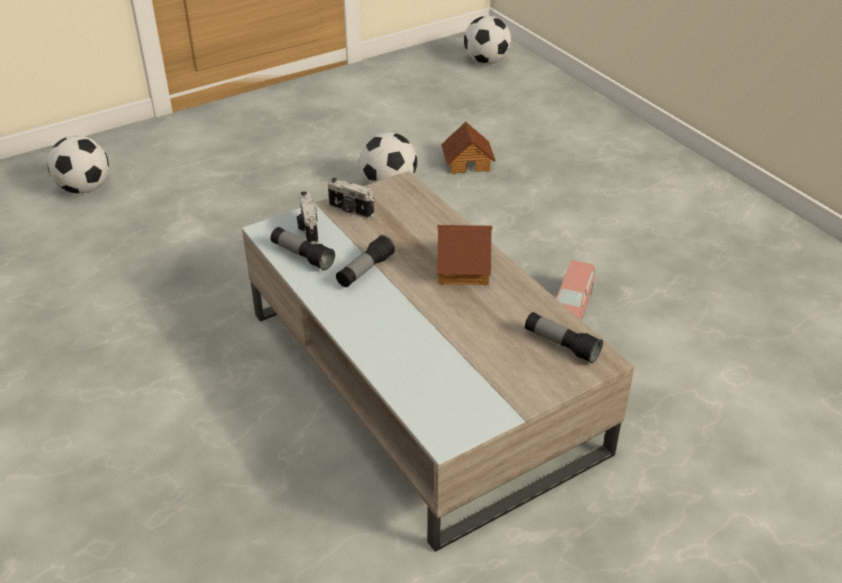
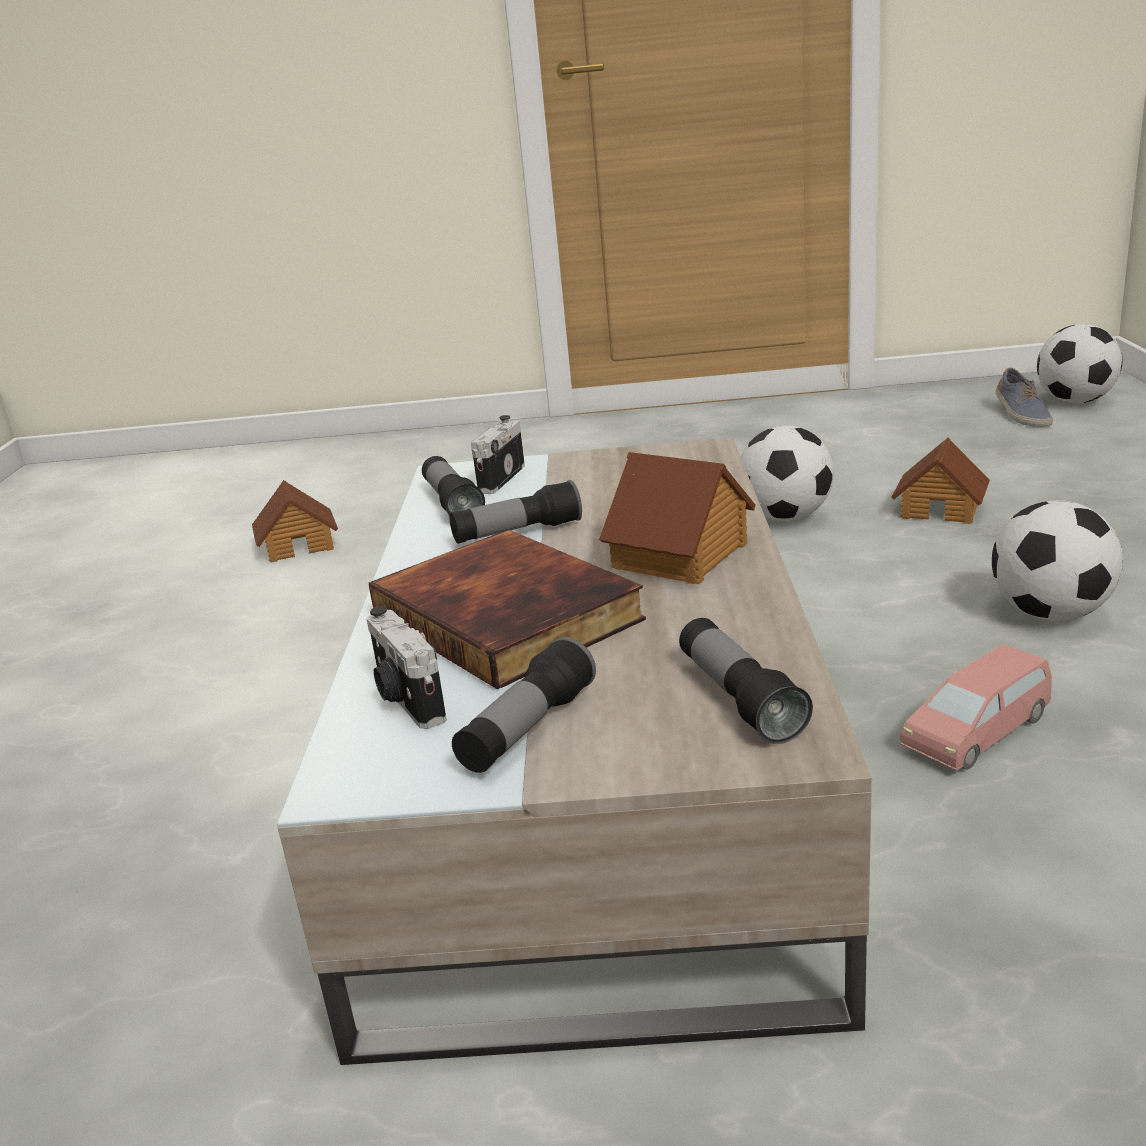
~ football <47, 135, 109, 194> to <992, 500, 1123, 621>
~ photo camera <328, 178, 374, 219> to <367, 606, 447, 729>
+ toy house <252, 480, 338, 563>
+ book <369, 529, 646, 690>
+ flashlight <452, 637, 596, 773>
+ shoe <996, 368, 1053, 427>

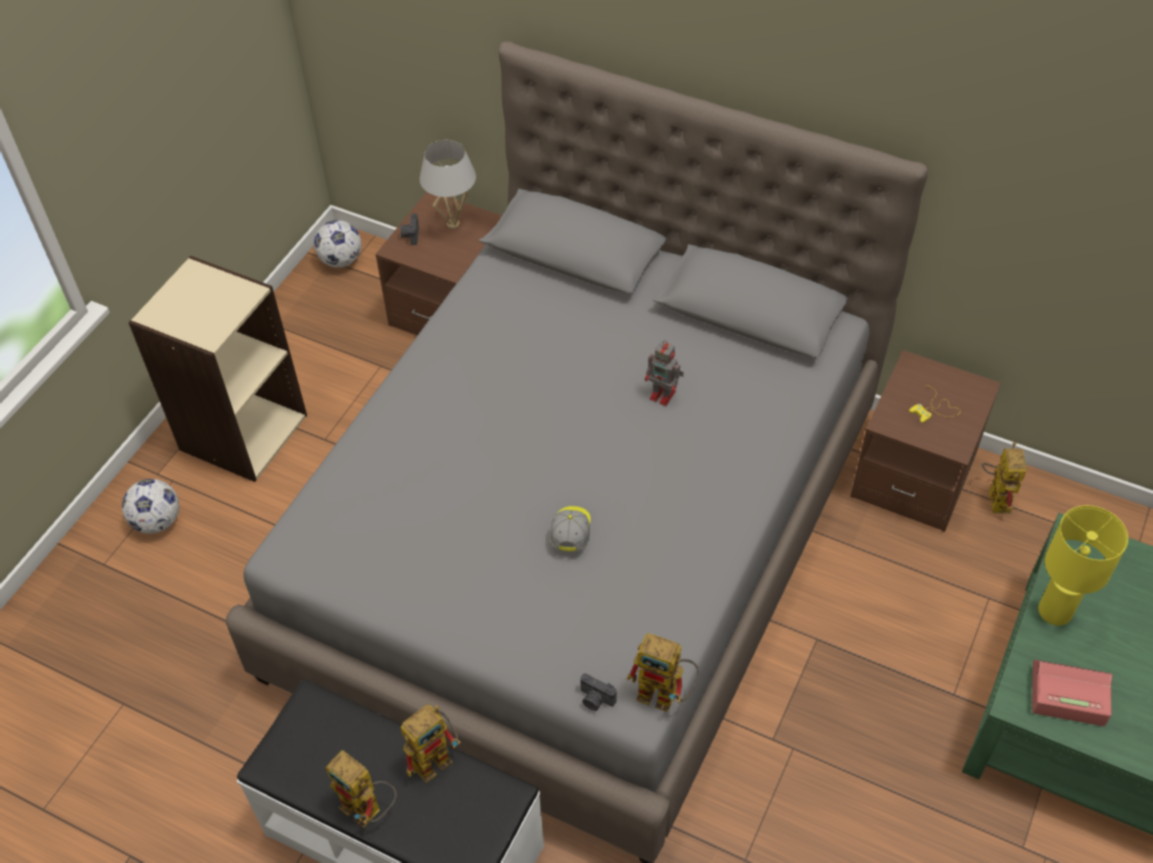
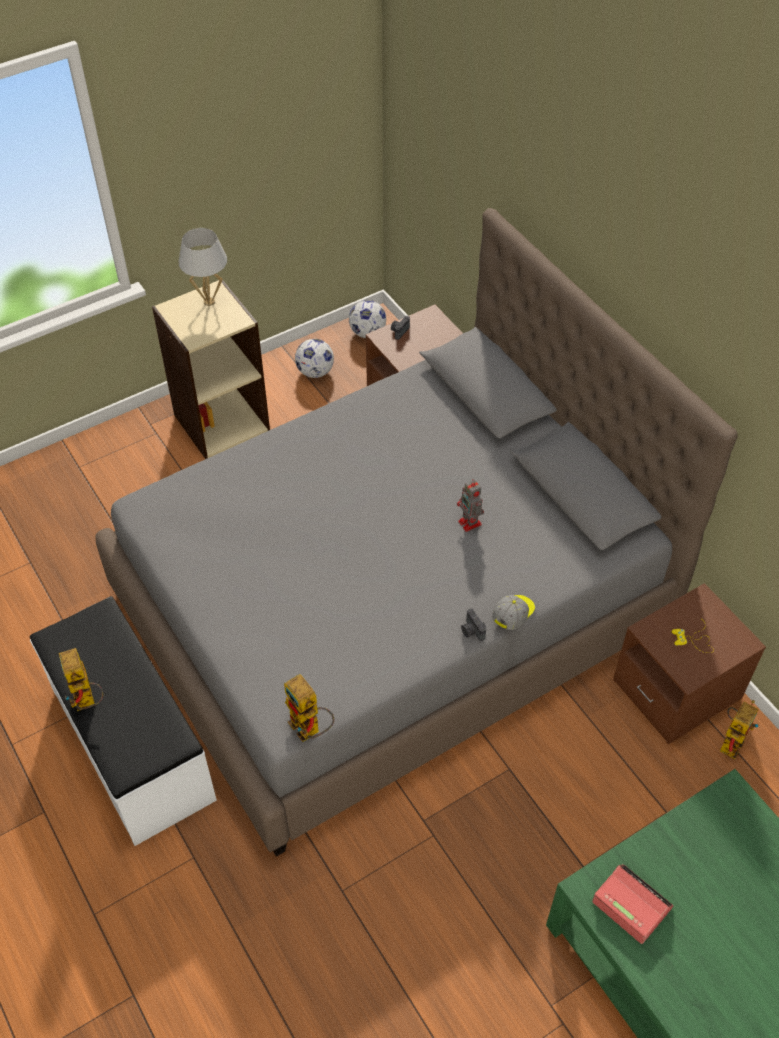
~ football <122, 479, 179, 534> to <295, 339, 334, 378>
- toy robot <400, 705, 461, 783>
~ white table lamp <419, 140, 476, 229> to <178, 228, 227, 306>
~ cap <550, 506, 591, 551> to <492, 595, 535, 630>
~ photo camera <580, 673, 616, 711> to <461, 609, 486, 641>
- yellow table lamp <1038, 505, 1128, 626>

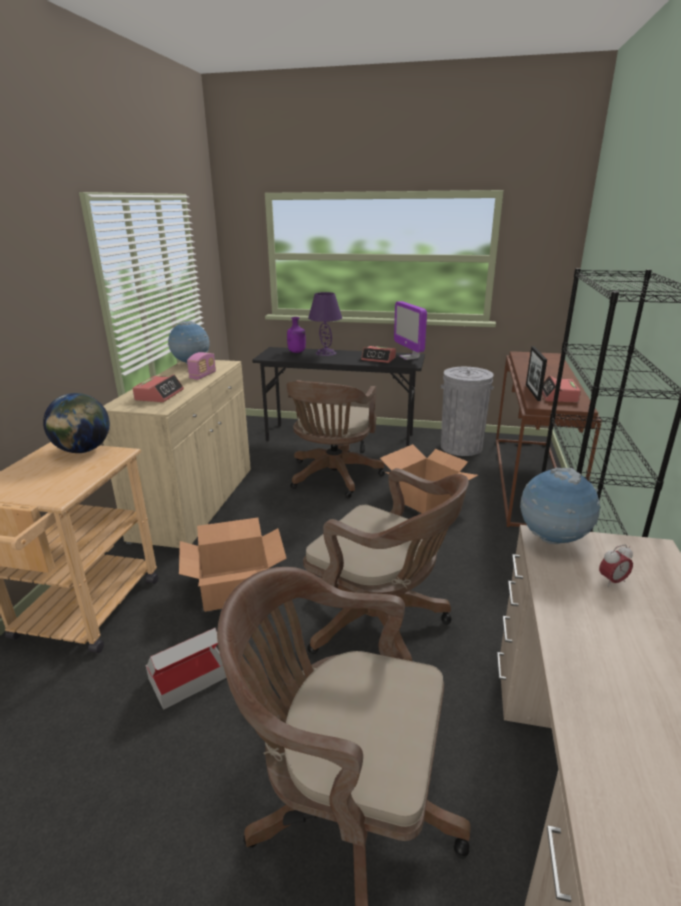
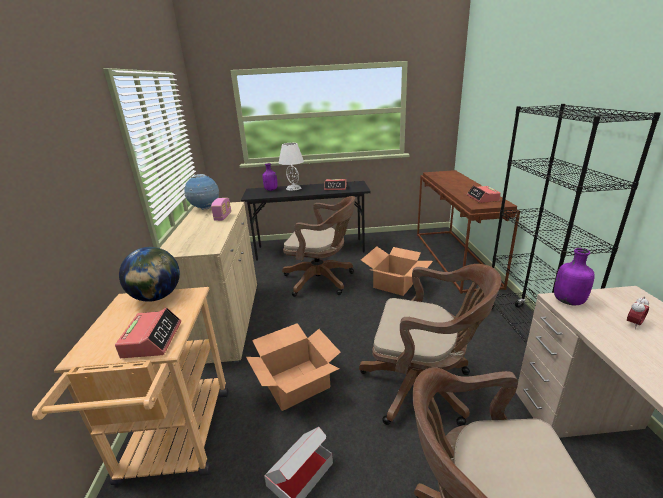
~ alarm clock <132, 374, 184, 402> to <115, 308, 181, 358>
~ brown office chair <286, 380, 385, 498> = <282, 196, 355, 297> 75 degrees counterclockwise
~ purple table lamp <308, 292, 342, 356> to white table lamp <279, 143, 304, 191>
- monitor <394, 301, 427, 360>
- grey trash can <441, 367, 494, 456>
~ globe <520, 468, 600, 544> to purple bottle <554, 248, 595, 305>
- picture frame <526, 346, 547, 401>

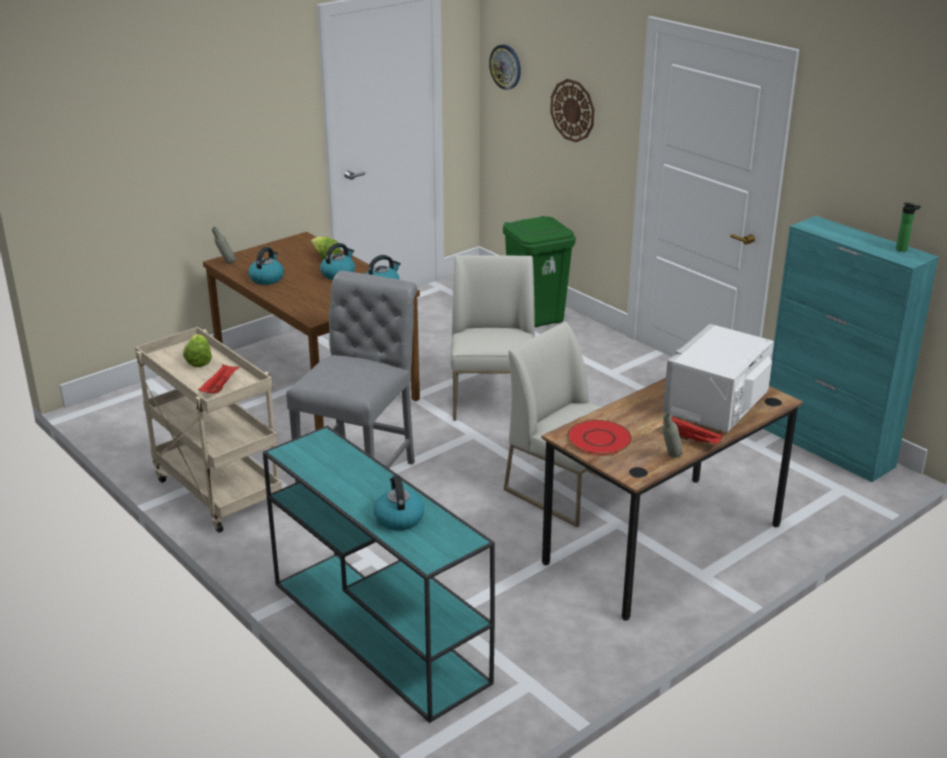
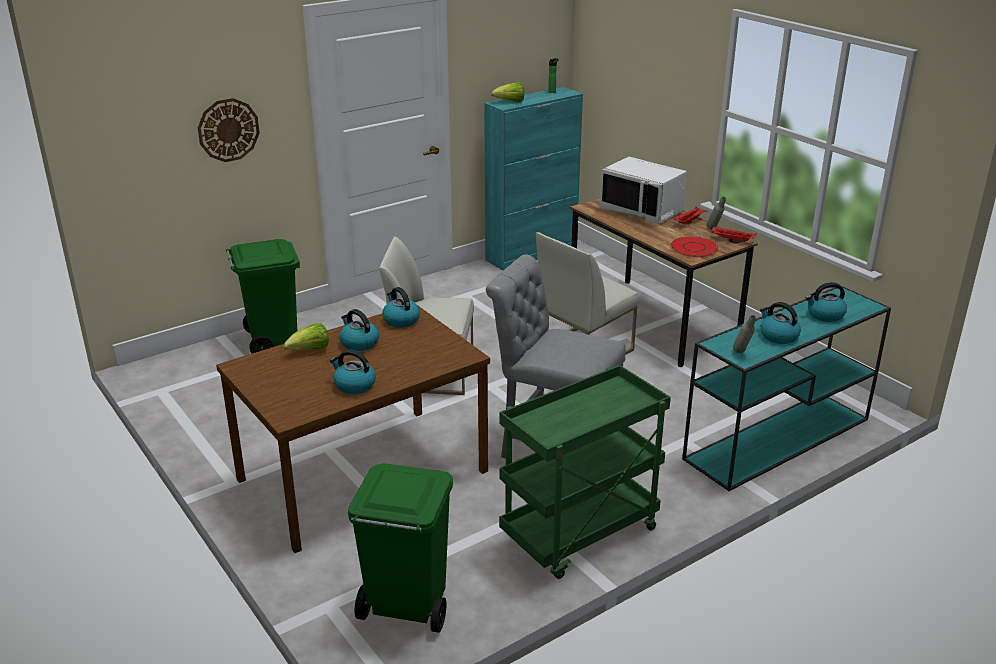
~ beige cart <135, 327, 282, 533> to green cart <499, 365, 671, 579>
~ lettuce <183, 334, 212, 367> to <491, 82, 524, 102>
~ red tray <198, 364, 240, 394> to <711, 226, 756, 242>
~ grey bottle <212, 227, 236, 264> to <733, 315, 756, 353>
- wall clock <489, 44, 521, 90>
+ green trash can <348, 463, 453, 633>
+ kettle <760, 302, 801, 344>

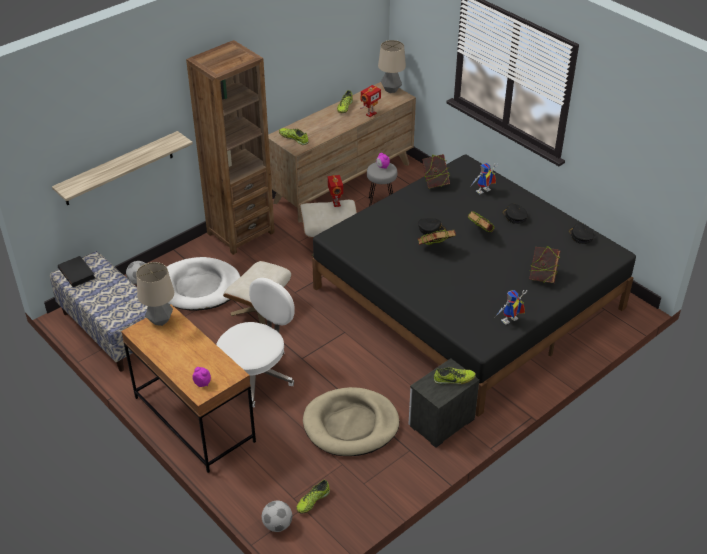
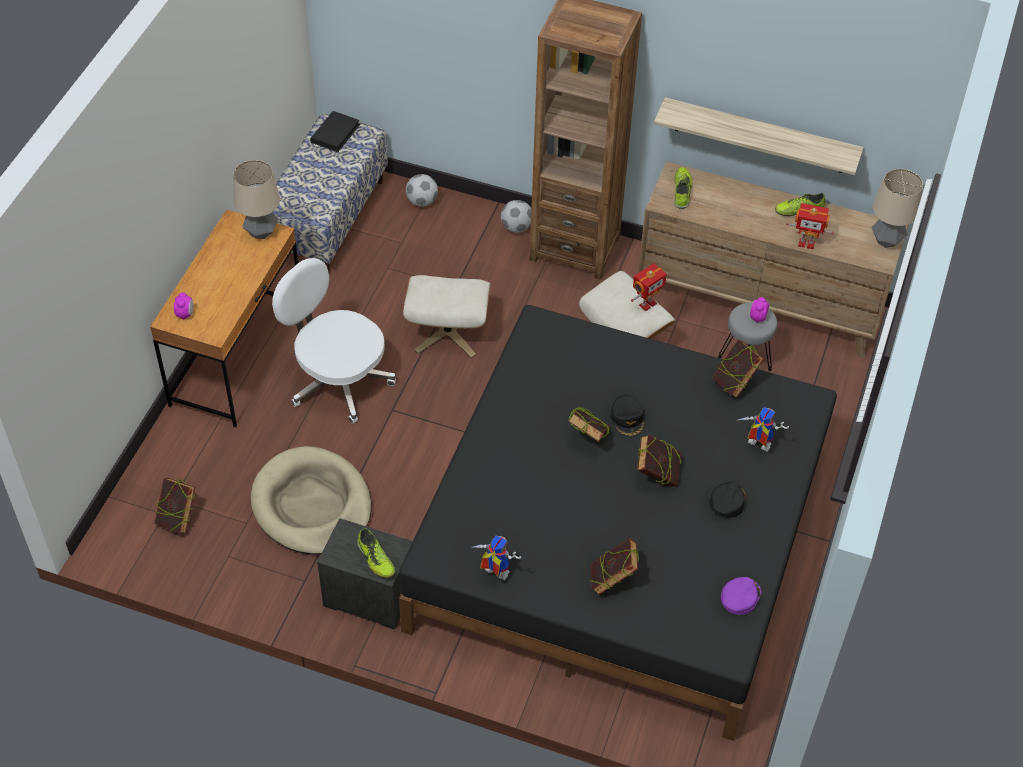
~ shelf <52, 131, 193, 205> to <654, 97, 864, 175>
- white dog bed <167, 257, 240, 311>
~ white office chair <216, 278, 294, 407> = <272, 258, 396, 424> 150 degrees counterclockwise
~ football <262, 500, 292, 532> to <501, 200, 531, 233>
~ shoe <296, 480, 330, 514> to book <154, 478, 195, 533>
~ black cap <568, 223, 594, 244> to purple cap <721, 577, 761, 615>

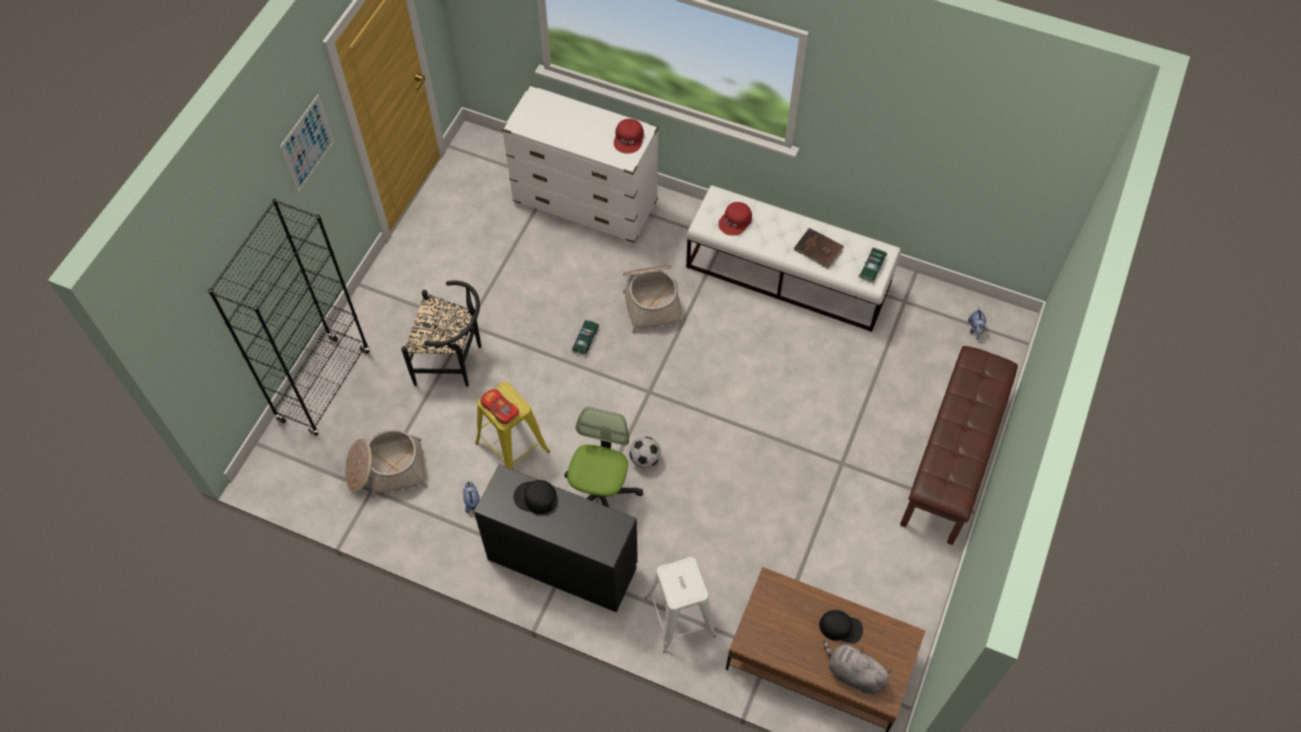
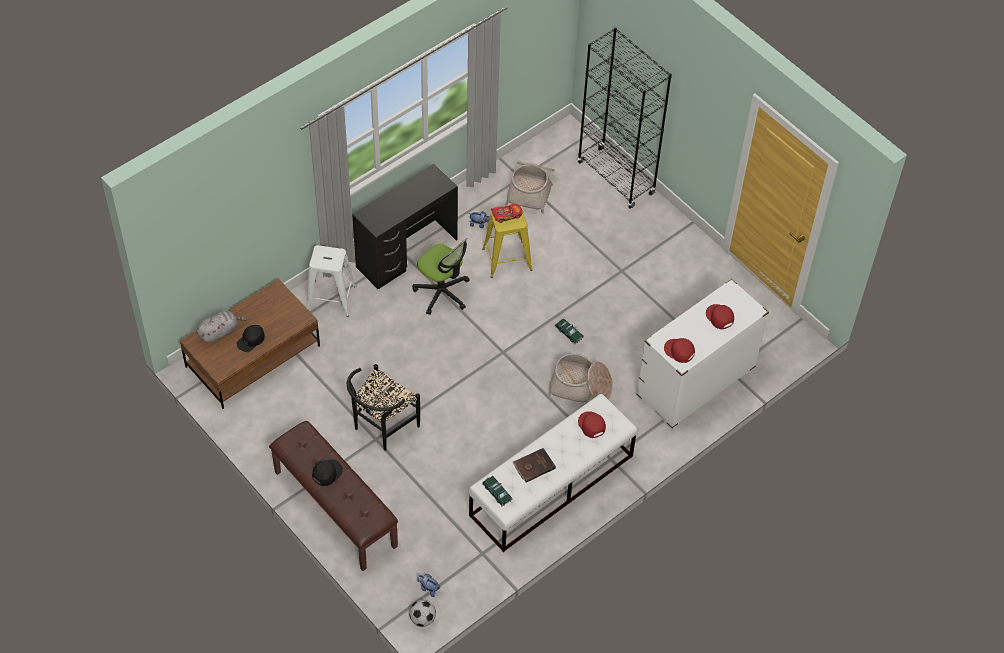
- picture <280, 95, 334, 193>
~ black chair <401, 281, 482, 387> to <347, 364, 420, 451>
~ black cap <514, 480, 557, 514> to <312, 460, 343, 486>
~ football <629, 437, 661, 468> to <409, 600, 436, 627>
+ red cap <706, 304, 734, 329>

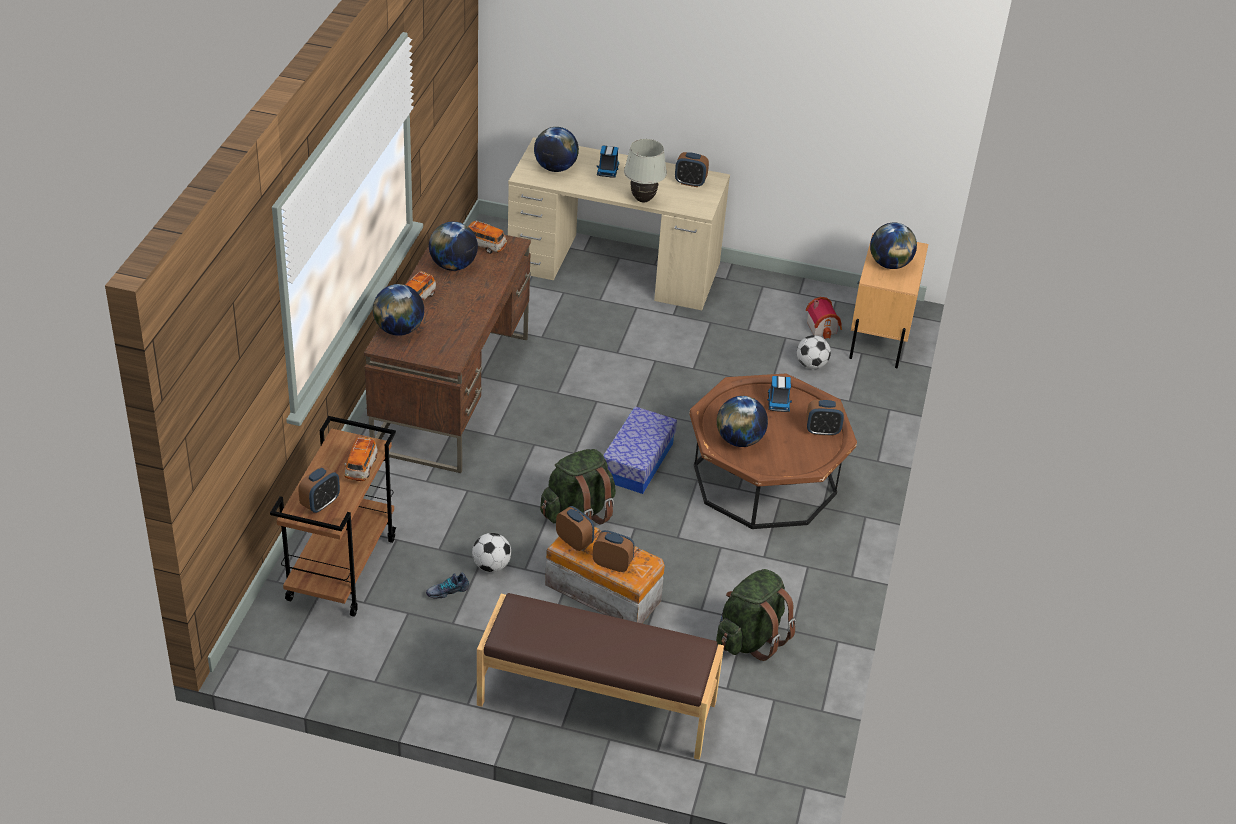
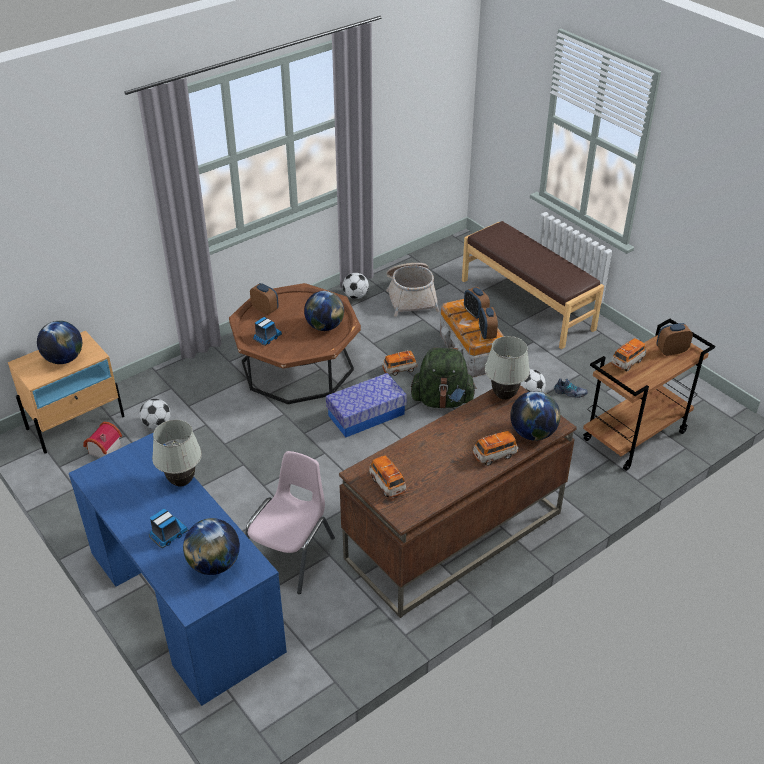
- globe <429, 222, 478, 271>
~ beige desk <508, 137, 730, 310> to blue desk <69, 432, 287, 706>
- alarm clock <675, 152, 709, 187>
~ green backpack <716, 569, 796, 661> to basket <386, 263, 439, 317>
+ pink chair <245, 451, 335, 594>
+ football <343, 273, 369, 299>
+ toy car <382, 350, 418, 376>
+ white table lamp <485, 336, 530, 400>

